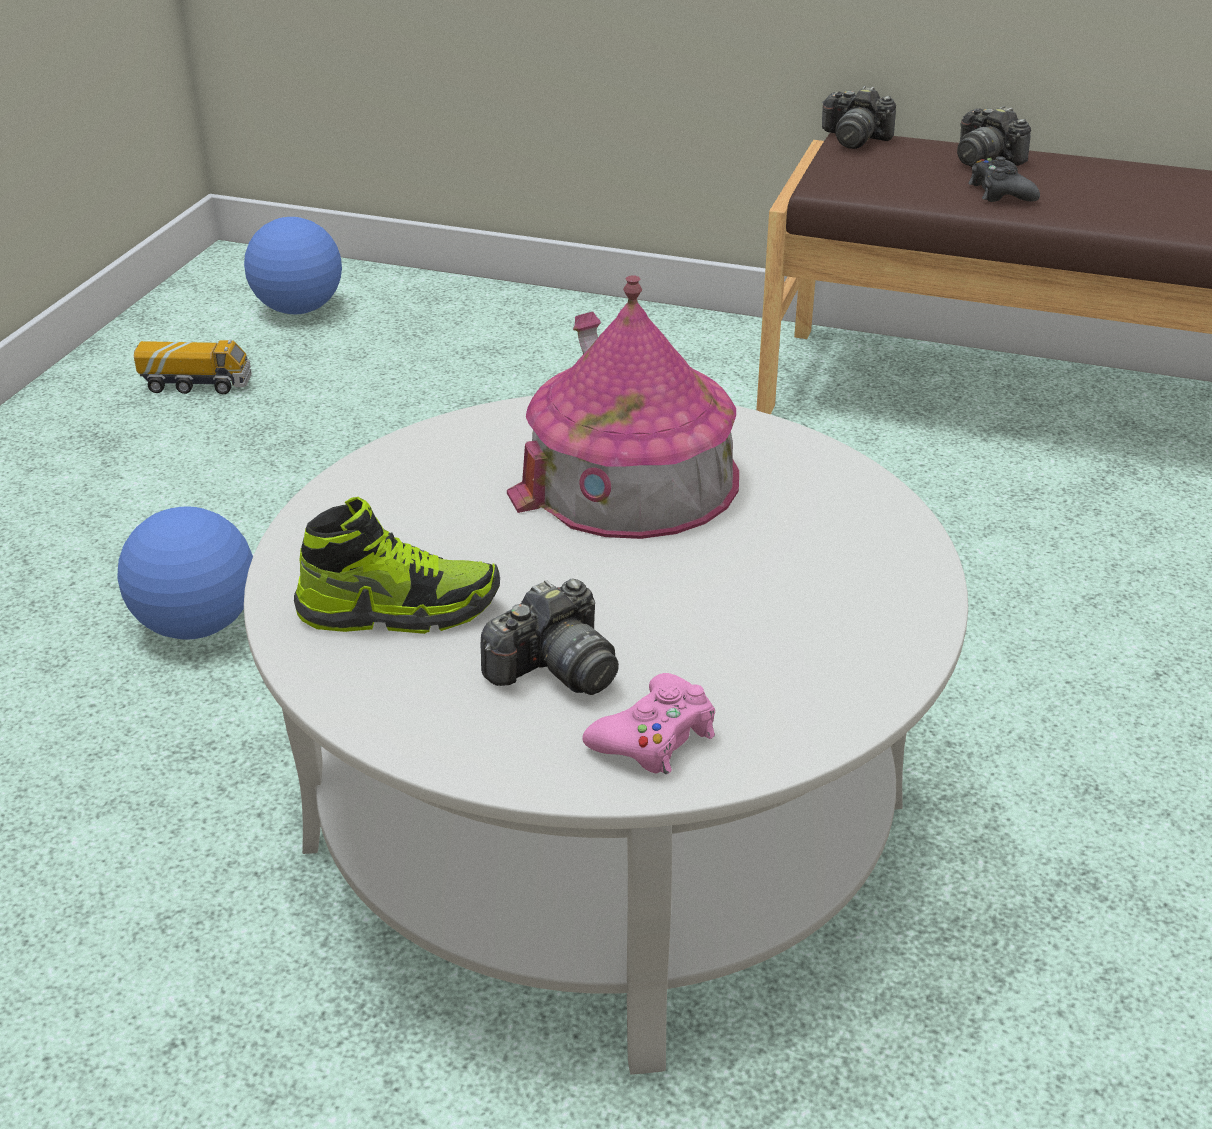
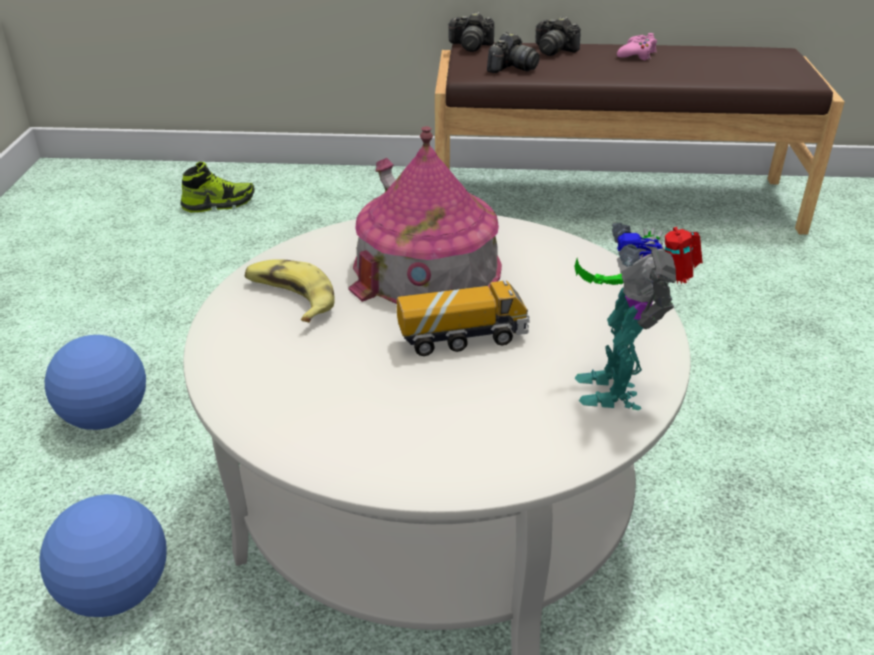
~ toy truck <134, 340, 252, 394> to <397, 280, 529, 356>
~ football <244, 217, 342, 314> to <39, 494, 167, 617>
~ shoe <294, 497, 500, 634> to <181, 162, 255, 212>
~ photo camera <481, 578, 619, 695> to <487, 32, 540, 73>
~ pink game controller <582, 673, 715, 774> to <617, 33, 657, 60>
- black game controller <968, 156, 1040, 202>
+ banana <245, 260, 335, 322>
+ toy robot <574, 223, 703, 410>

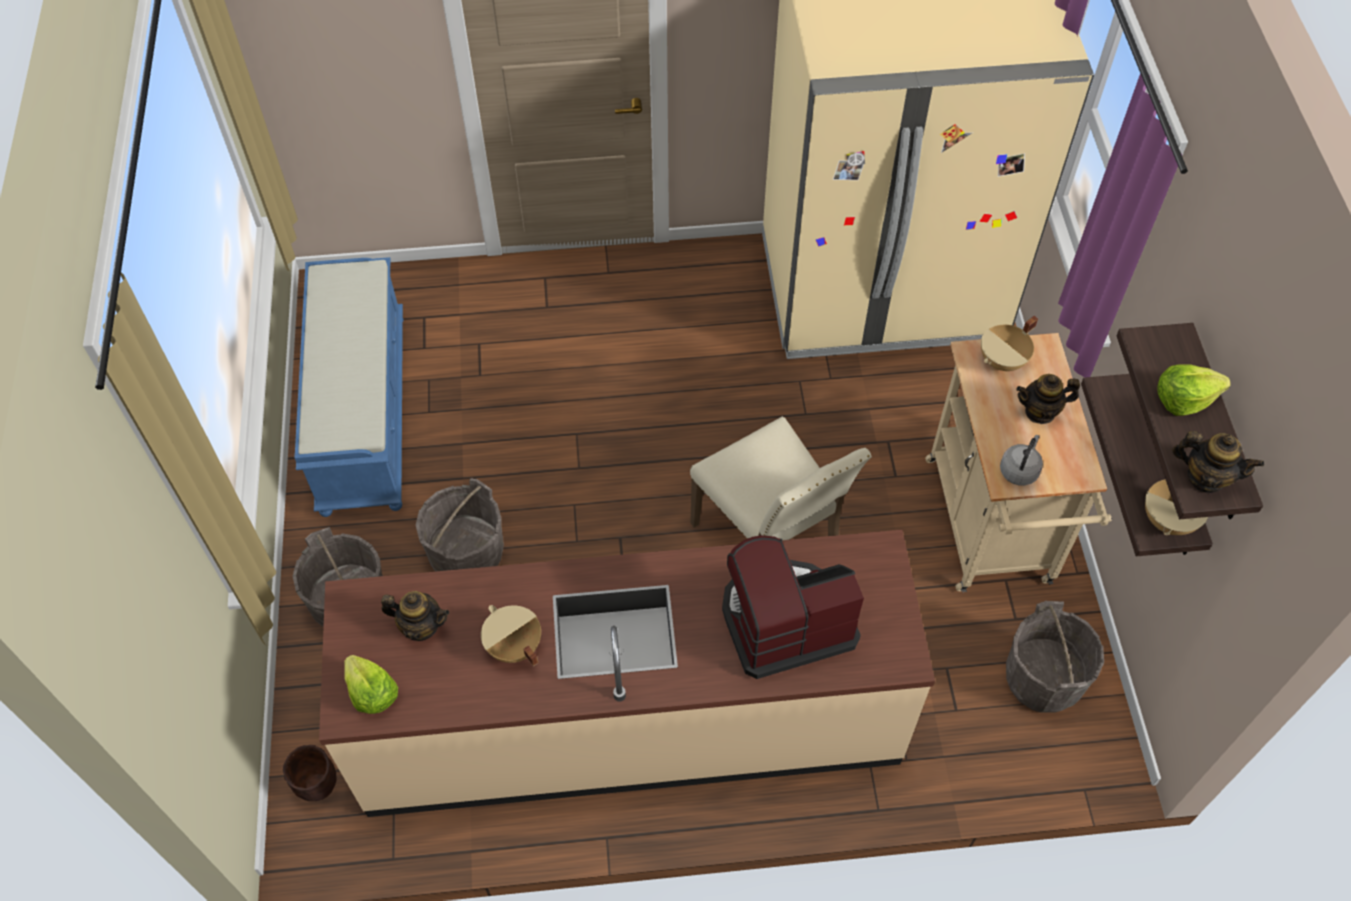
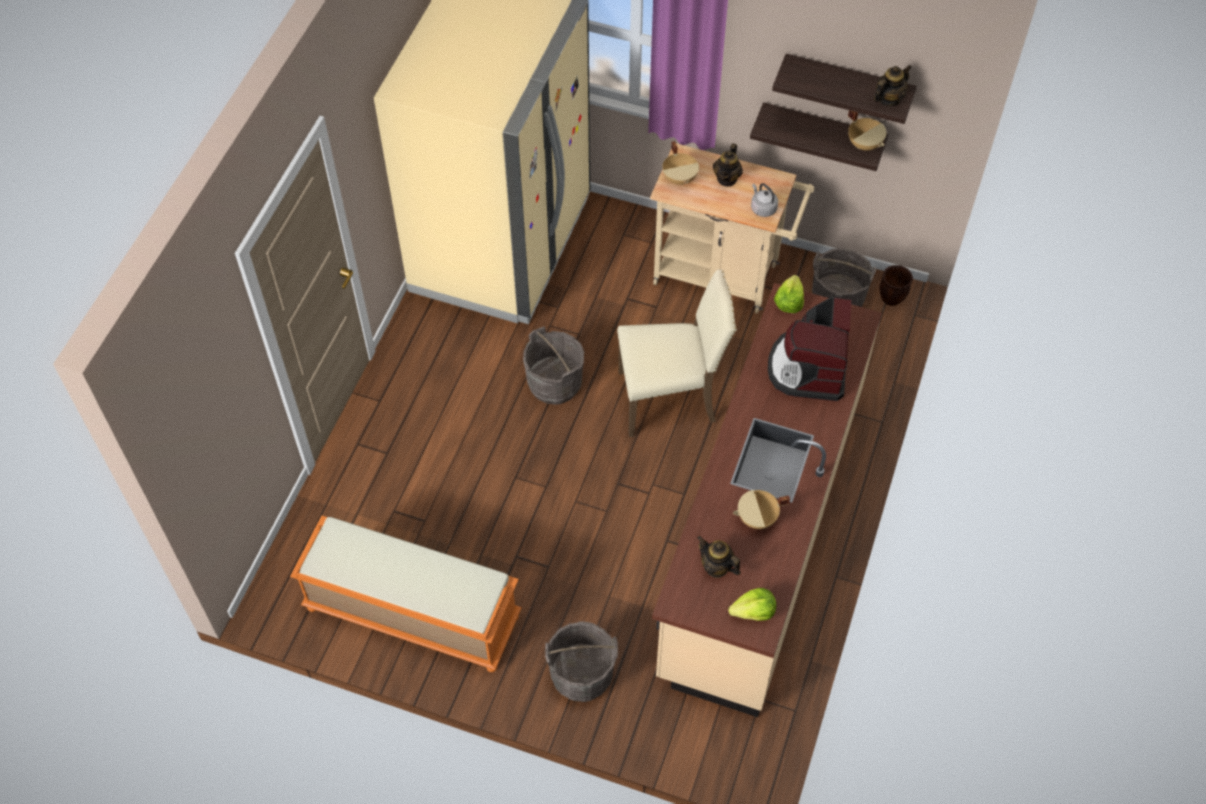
~ brown planter <283, 745, 336, 801> to <880, 265, 913, 306>
~ blue bench <294, 257, 403, 517> to orange bench <290, 515, 522, 672>
~ teapot <381, 591, 449, 641> = <697, 536, 741, 578> 90 degrees counterclockwise
~ grey bucket <416, 478, 504, 572> to <523, 326, 584, 405>
~ lettuce <1157, 364, 1231, 416> to <774, 275, 804, 313>

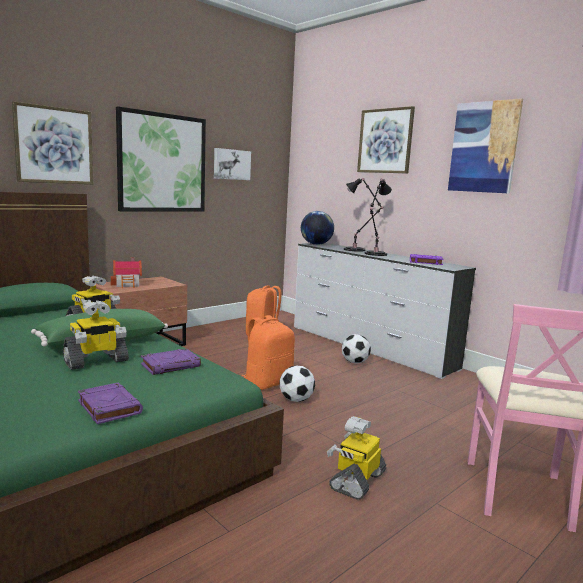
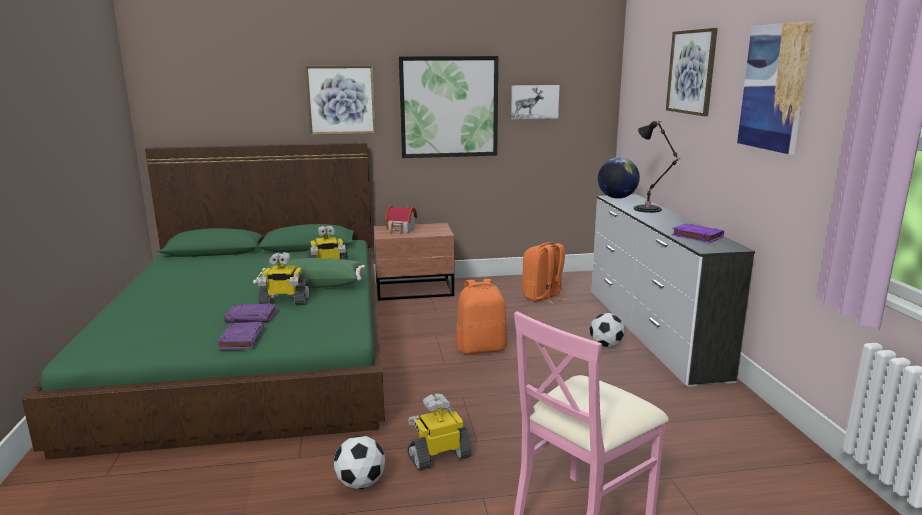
~ purple book <141, 348, 201, 375> to <225, 303, 277, 323>
~ football <279, 366, 315, 402> to <334, 435, 385, 489>
- black table lamp <364, 178, 392, 256>

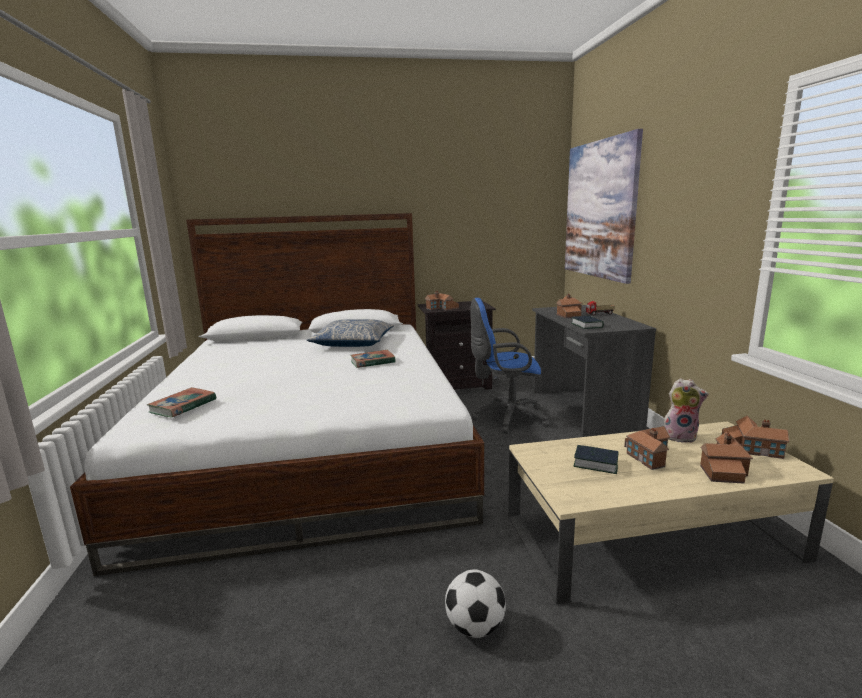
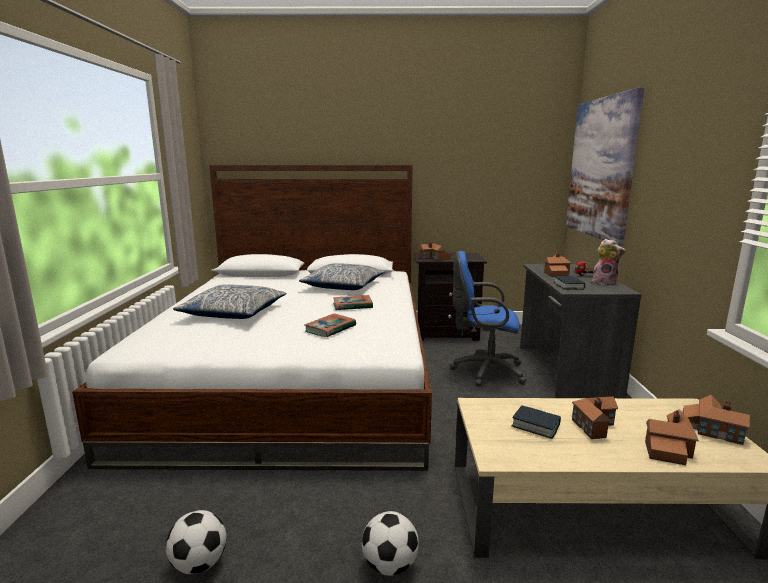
~ book <147, 387, 216, 418> to <305, 313, 356, 337>
~ plush toy <664, 378, 709, 443> to <592, 239, 626, 285>
+ football <166, 510, 226, 574>
+ pillow <173, 284, 287, 319>

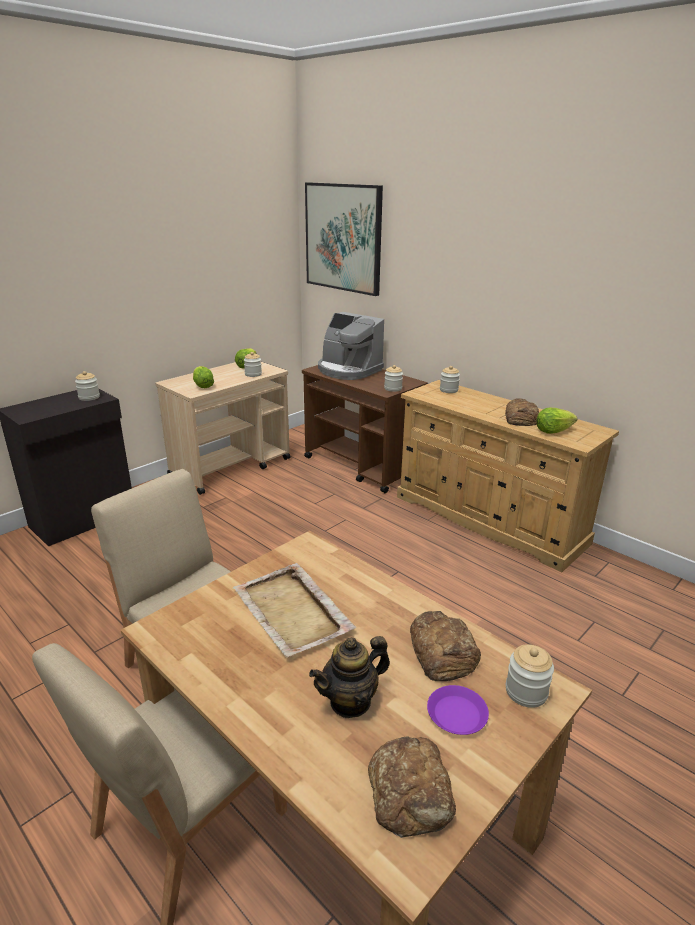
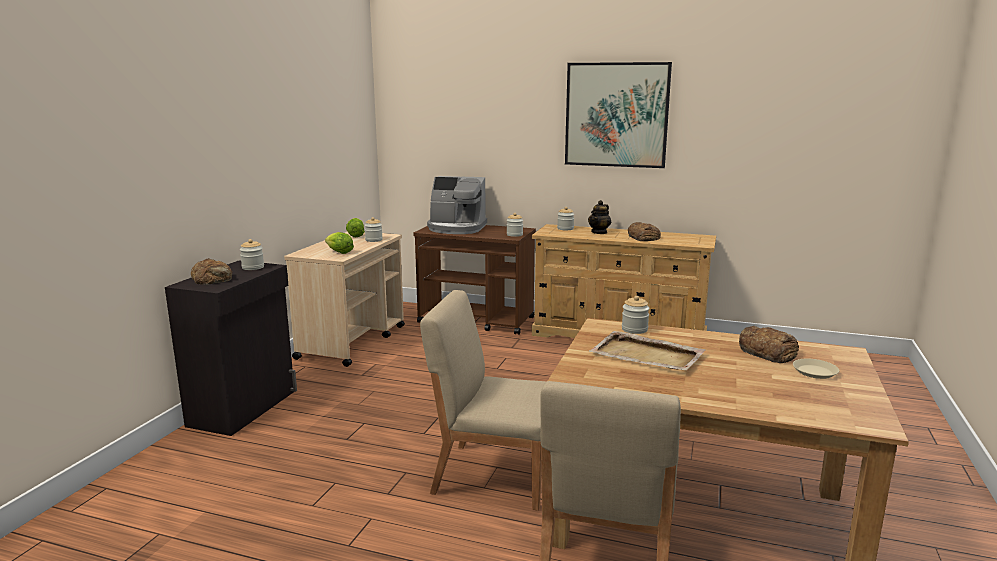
~ picture <305, 183, 383, 296> to <565, 62, 672, 168>
~ teapot <309, 636, 390, 718> to <588, 200, 611, 234>
~ bread <368, 736, 456, 838> to <191, 258, 232, 285>
~ purple plate <427, 685, 489, 735> to beige plate <793, 359, 839, 379>
~ jar <506, 644, 554, 708> to <622, 296, 650, 334>
- lettuce <536, 408, 577, 433>

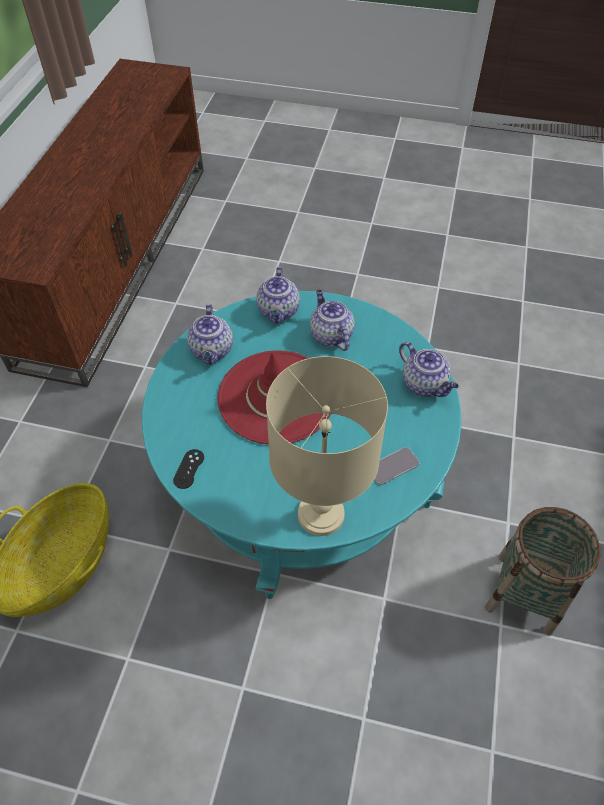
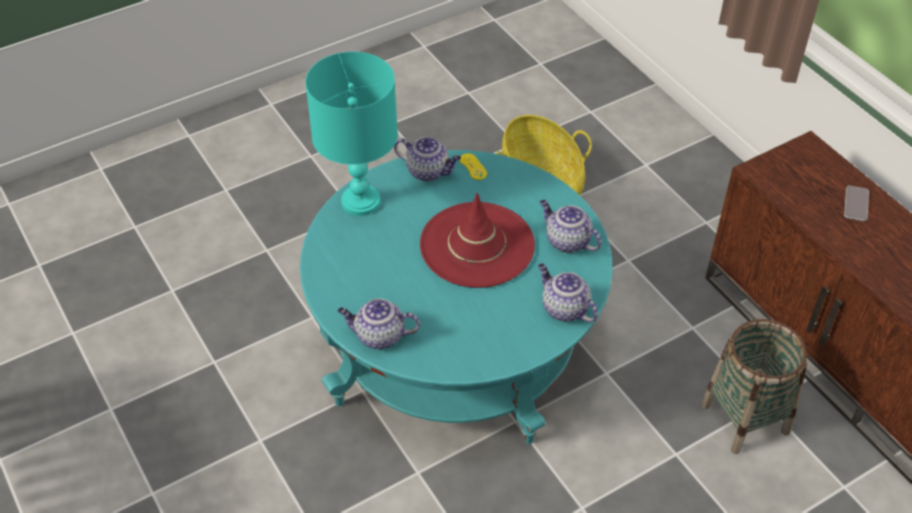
~ black game controller <173, 449, 204, 489> to yellow game controller <460, 153, 487, 180>
~ beige table lamp <266, 356, 388, 536> to turquoise table lamp <305, 52, 398, 216>
~ teapot <310, 290, 355, 351> to <394, 137, 461, 181>
~ phone <374, 447, 420, 485> to <844, 186, 869, 221>
~ basket <485, 507, 601, 635> to <701, 319, 807, 454>

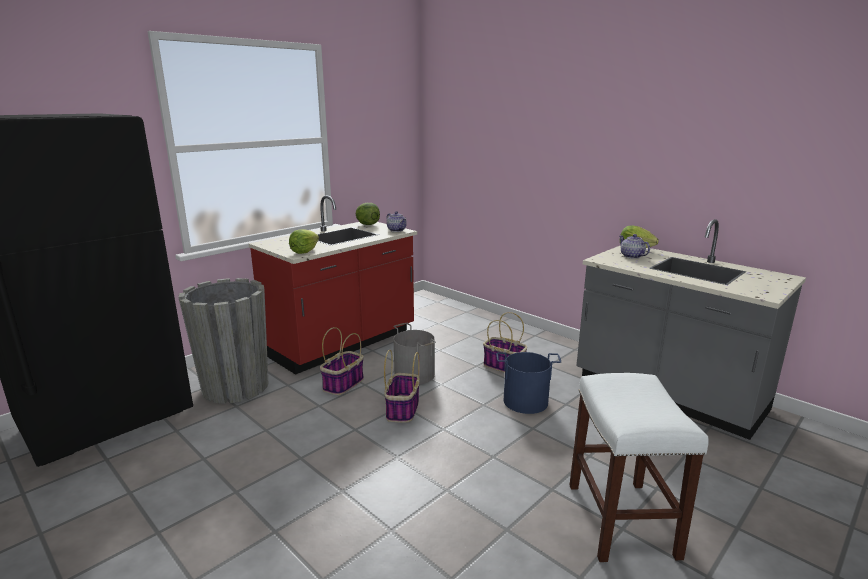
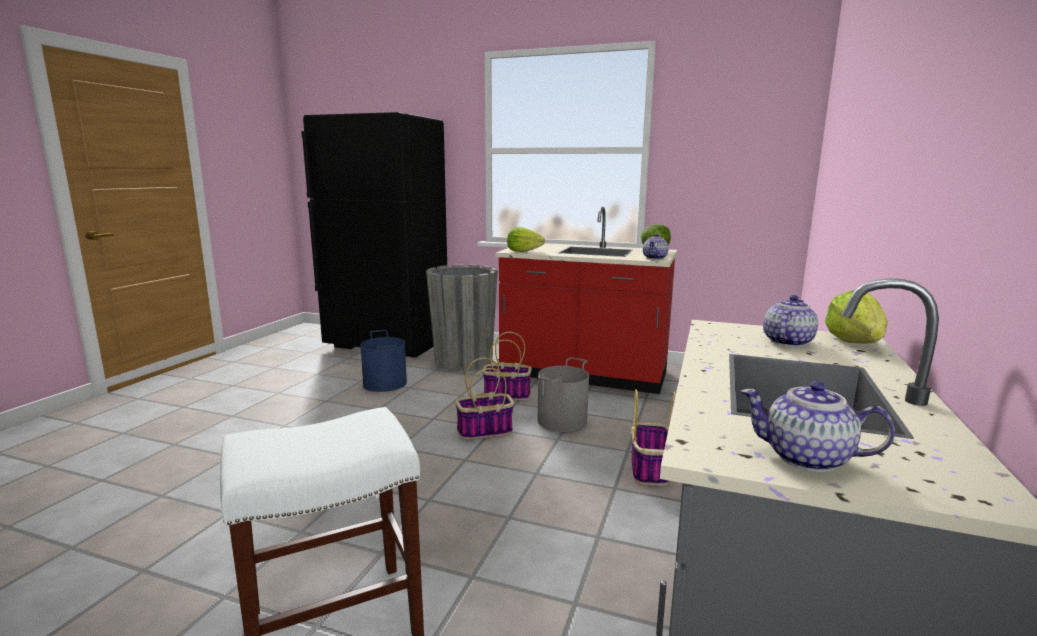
~ blue bucket <496, 352, 561, 414> to <361, 330, 407, 392>
+ teapot <741, 381, 895, 472>

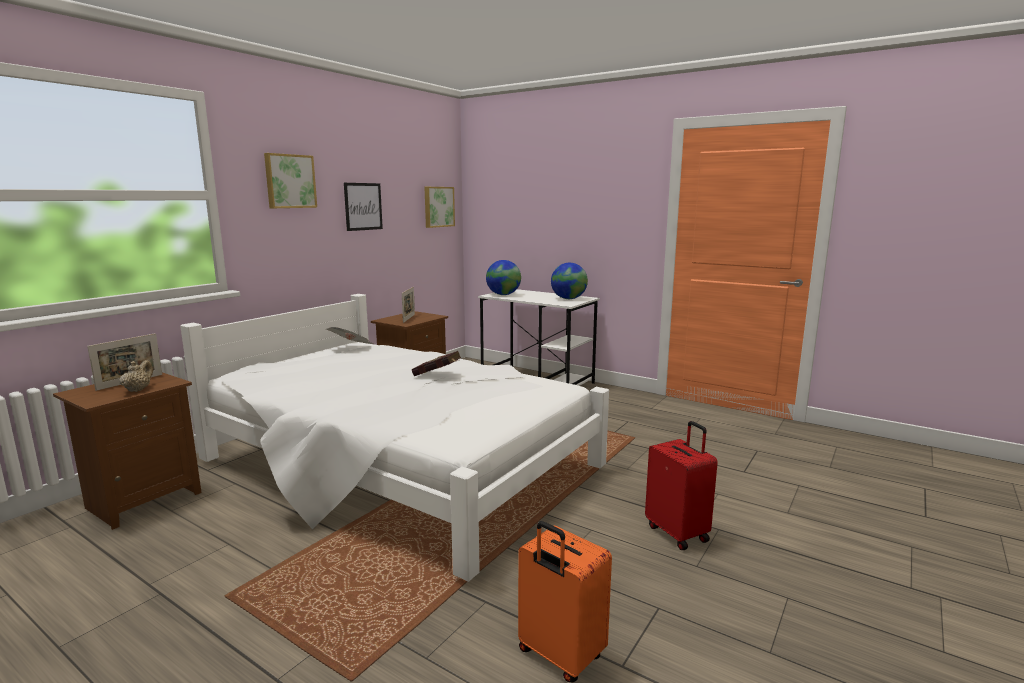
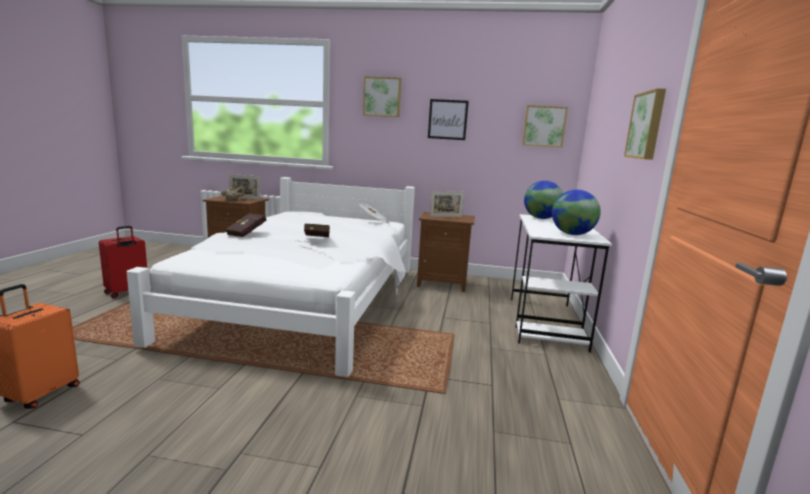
~ red suitcase <645, 421, 718, 550> to <99, 226, 147, 298>
+ red book <225, 213, 266, 237>
+ picture <624, 88, 666, 160>

